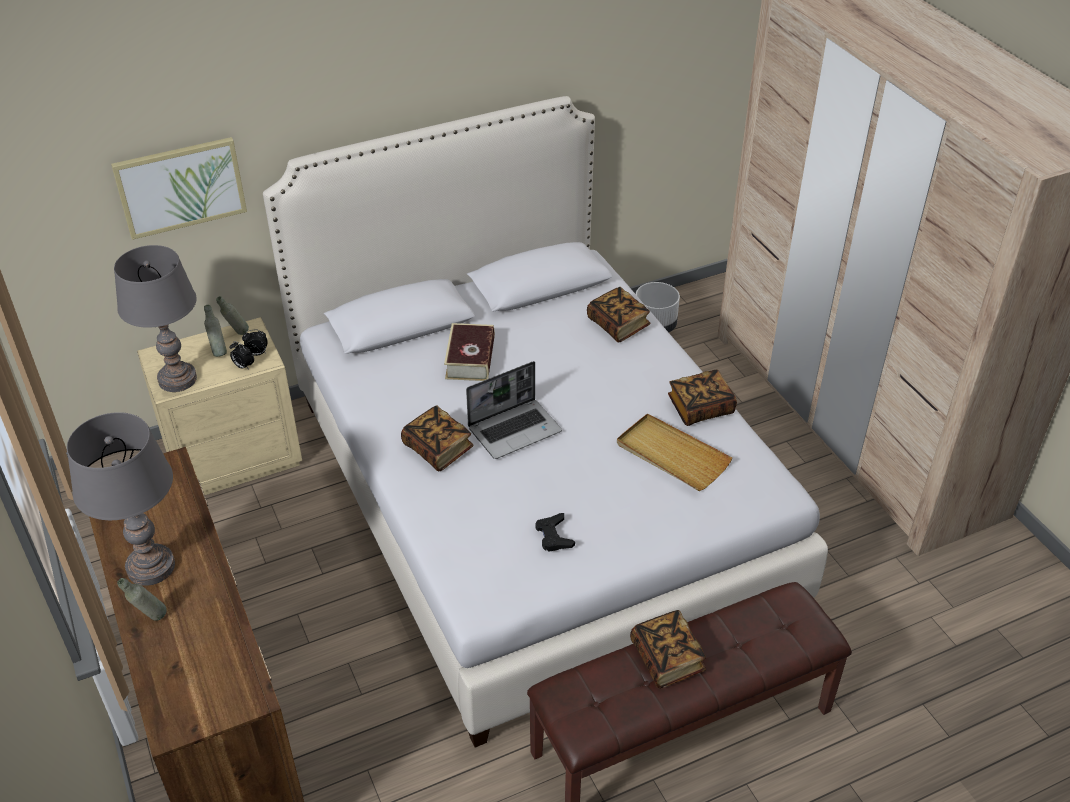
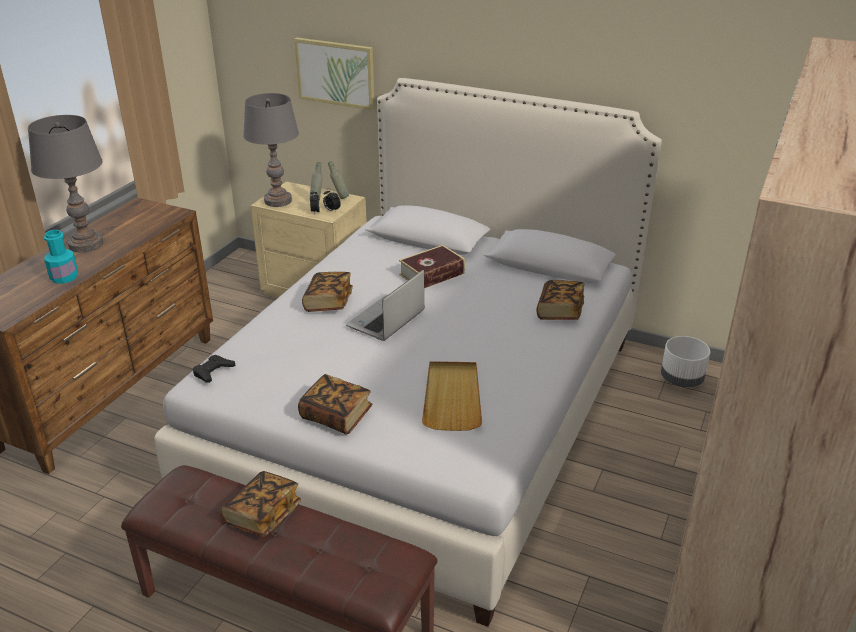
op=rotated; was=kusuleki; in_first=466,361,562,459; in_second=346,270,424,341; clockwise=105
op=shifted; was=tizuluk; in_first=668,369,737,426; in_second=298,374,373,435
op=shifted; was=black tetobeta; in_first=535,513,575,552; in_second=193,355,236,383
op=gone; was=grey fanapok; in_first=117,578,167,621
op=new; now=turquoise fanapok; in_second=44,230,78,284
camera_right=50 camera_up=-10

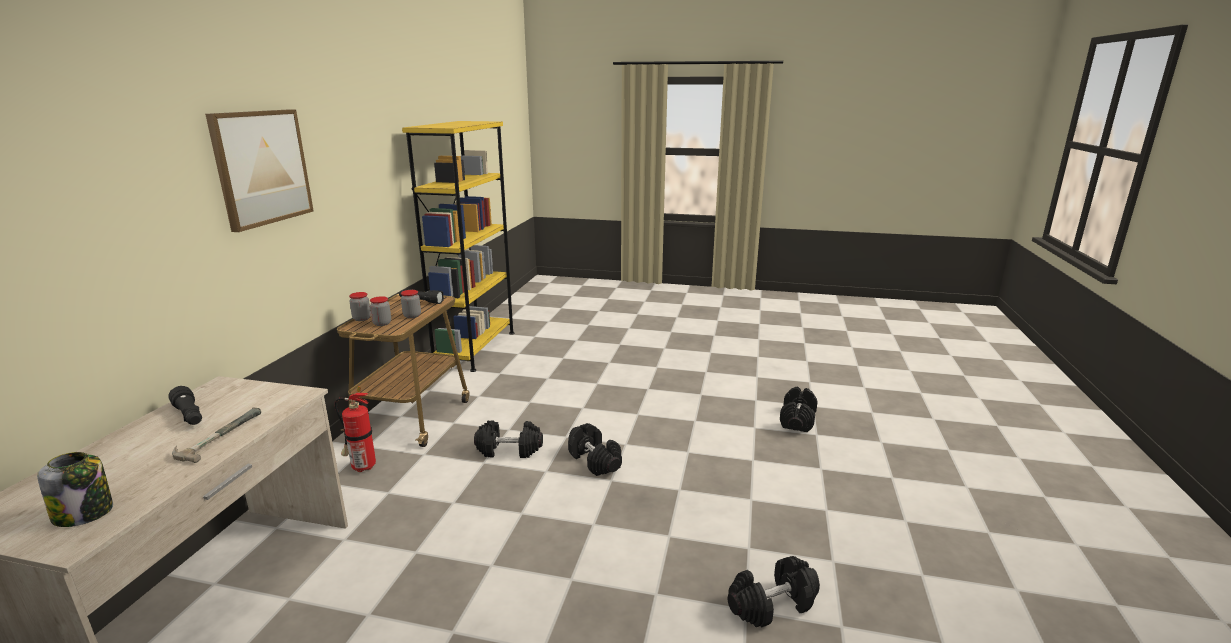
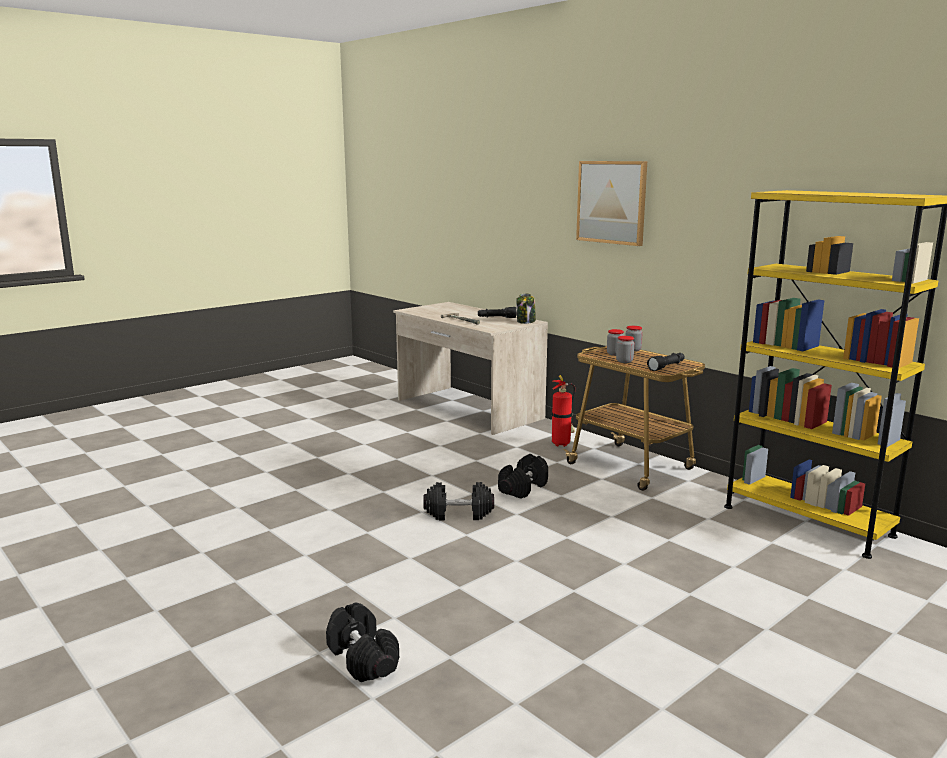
op=shifted; was=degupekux; in_first=37,452,113,527; in_second=516,293,536,324
op=gone; was=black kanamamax; in_first=727,556,820,627
camera_right=125 camera_up=-5

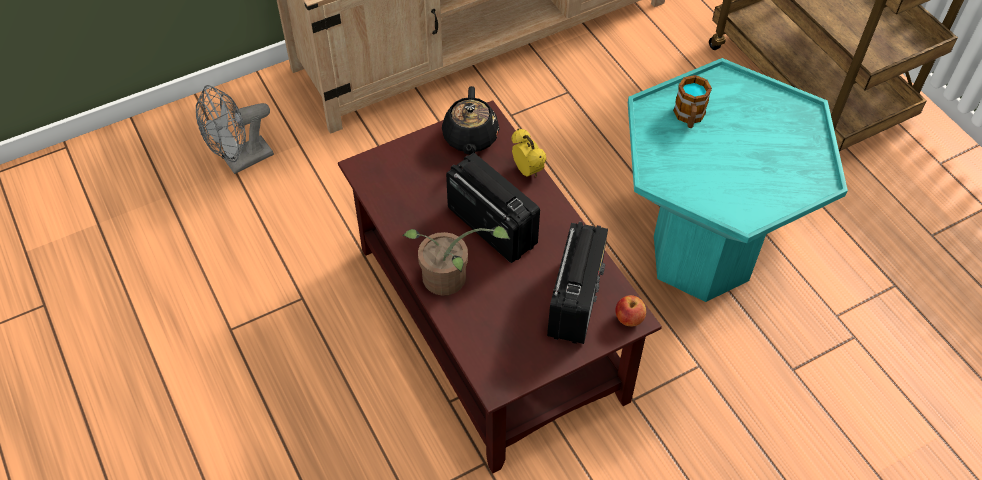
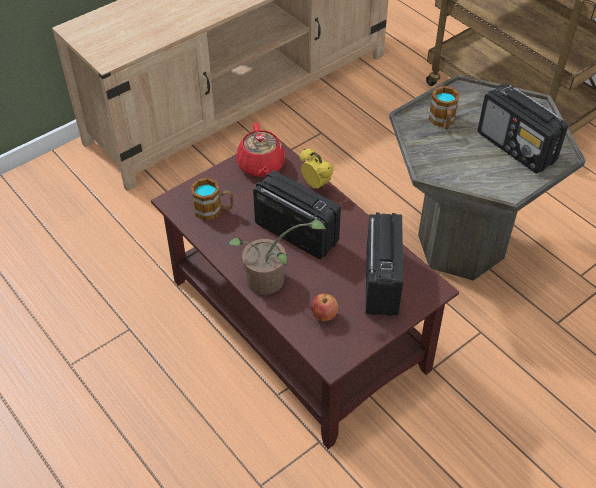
op=repainted; was=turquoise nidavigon; now=grey nidavigon; in_first=628,58,848,302; in_second=389,74,586,281
op=gone; was=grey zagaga; in_first=196,85,274,174
op=repainted; was=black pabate; now=red pabate; in_first=442,86,499,155; in_second=236,122,285,177
op=shifted; was=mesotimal; in_first=615,295,646,326; in_second=311,293,338,321
op=new; now=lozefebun; in_second=478,84,568,174
op=new; now=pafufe; in_second=191,178,233,220
camera_right=-10 camera_up=-5

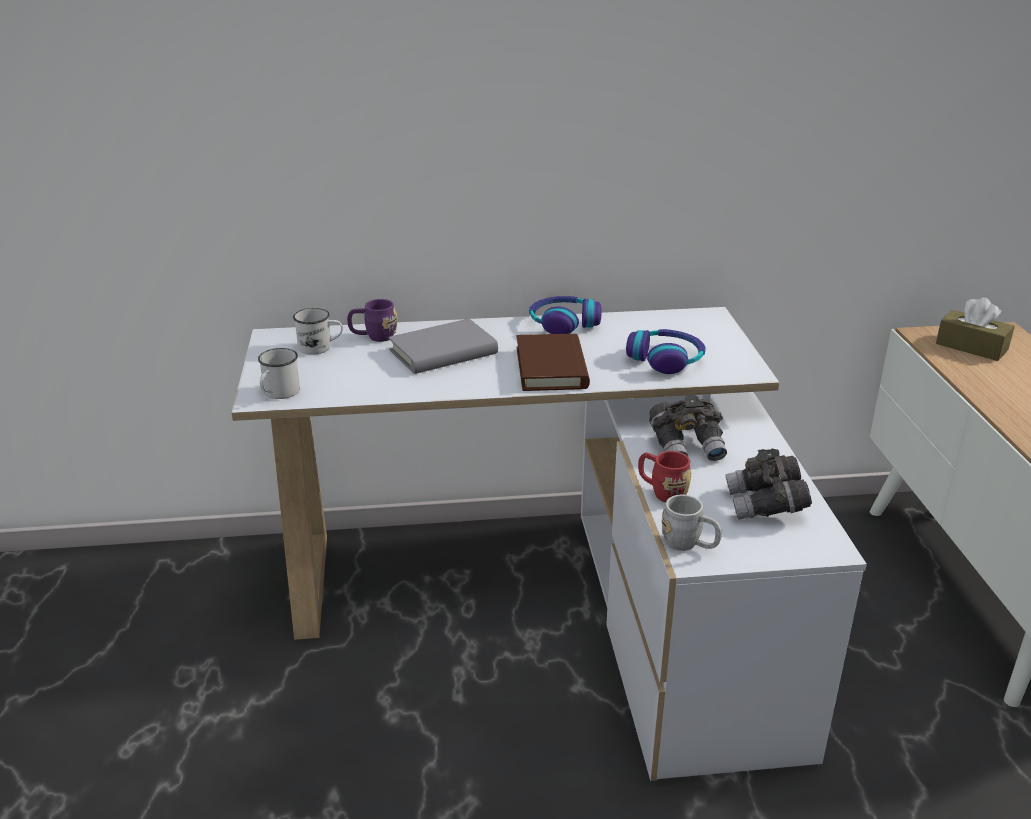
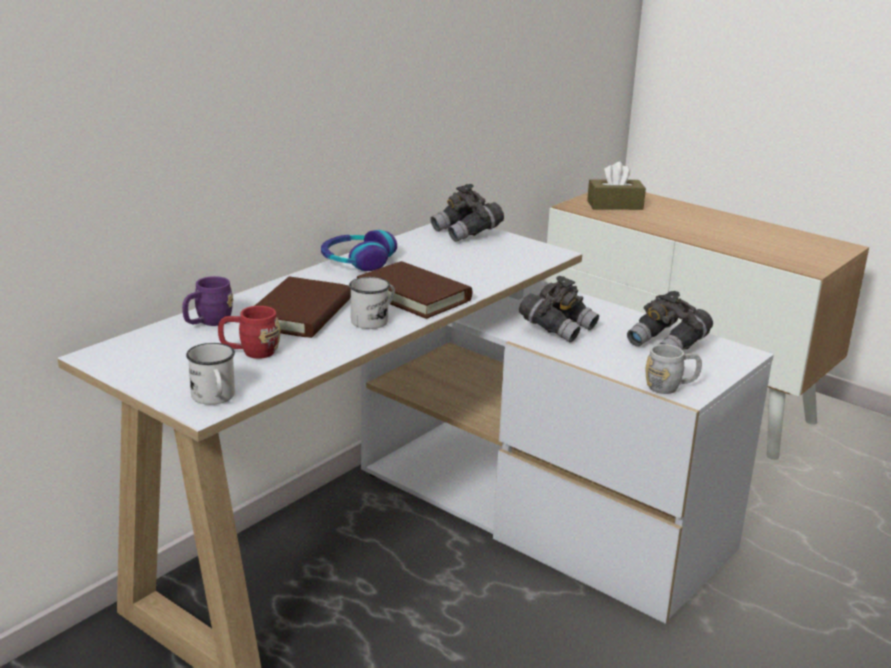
op=shifted; was=white pafufe; in_first=293,308,343,355; in_second=349,277,395,329
op=repainted; was=grey tizuluk; now=brown tizuluk; in_first=388,319,498,374; in_second=255,277,351,338
op=gone; was=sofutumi; in_first=626,329,706,374
op=shifted; was=red pafufe; in_first=638,451,692,502; in_second=218,306,280,359
op=new; now=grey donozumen; in_second=430,184,504,242
camera_right=-45 camera_up=-5

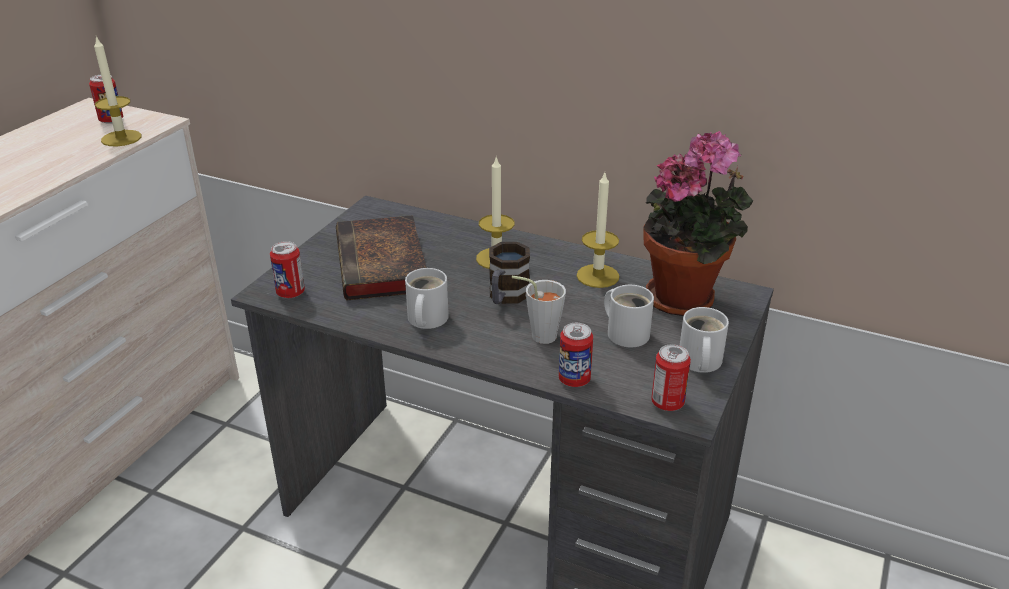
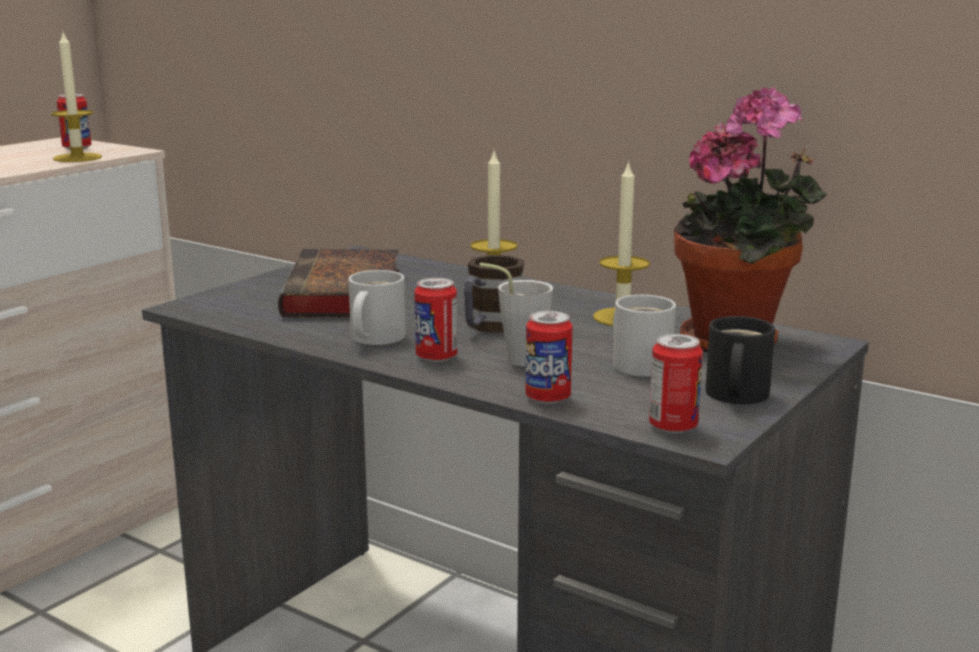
op=shifted; was=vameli; in_first=270,241,305,298; in_second=414,278,457,362
op=repainted; was=white pafufe; now=black pafufe; in_first=680,307,729,373; in_second=705,316,775,404
camera_right=10 camera_up=-15

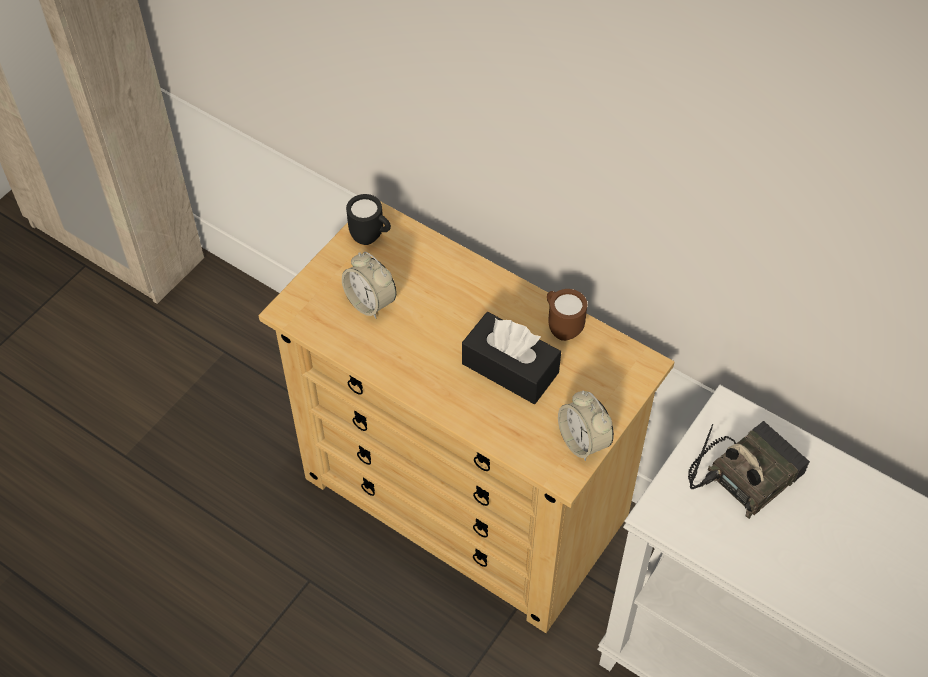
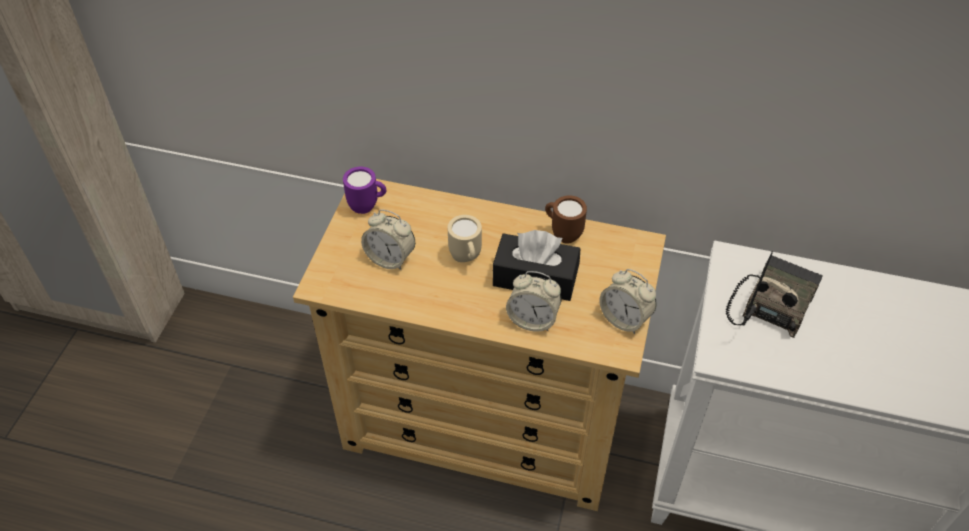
op=repainted; was=black pafufe; now=purple pafufe; in_first=346,194,391,245; in_second=343,167,386,214
op=new; now=beige pafufe; in_second=448,215,482,262
op=new; now=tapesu; in_second=506,271,561,332
camera_right=-20 camera_up=-5

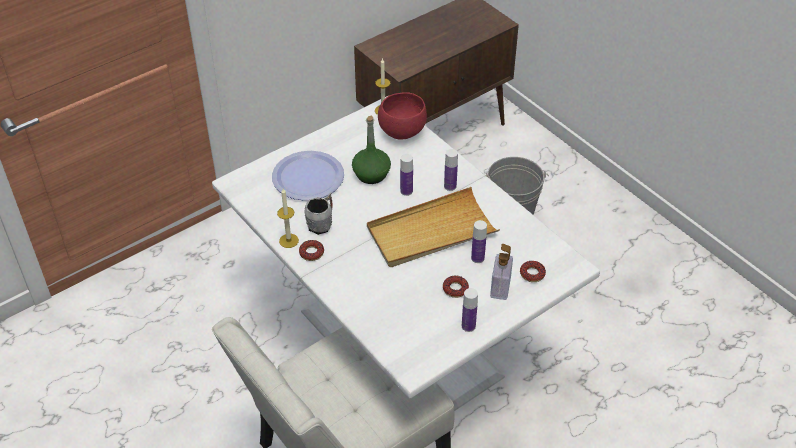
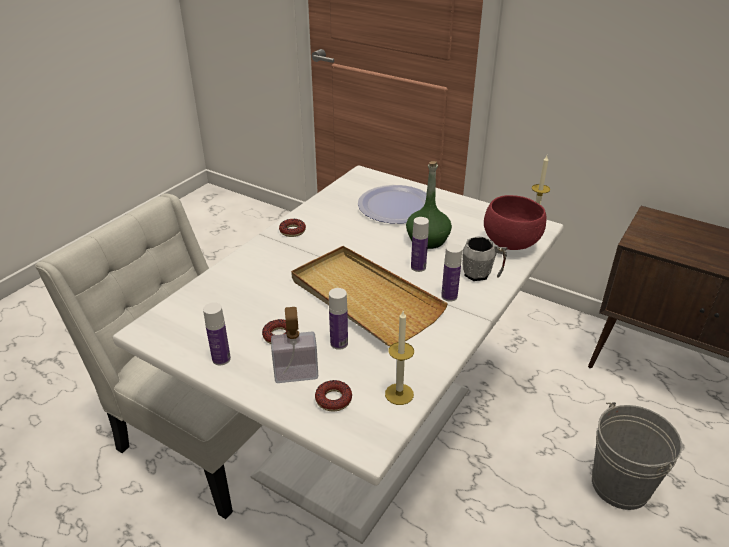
op=shifted; was=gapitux; in_first=277,189,299,248; in_second=385,311,414,405
op=shifted; was=grey pafufe; in_first=304,193,333,235; in_second=462,236,507,281
camera_right=70 camera_up=-10

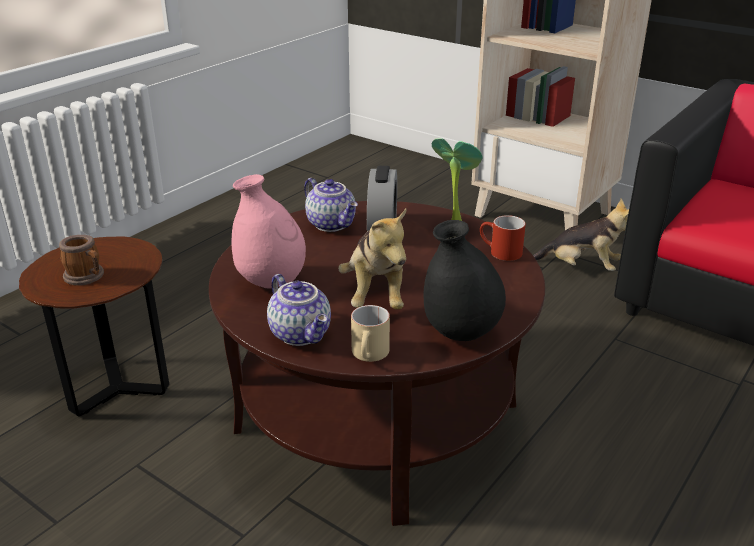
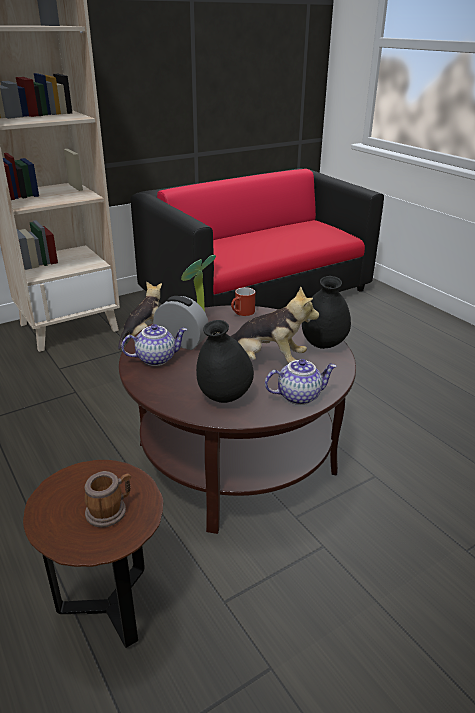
op=repainted; was=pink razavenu; now=black razavenu; in_first=231,174,306,288; in_second=196,320,254,403
op=gone; was=beige pafufe; in_first=351,305,390,362
camera_right=-70 camera_up=0

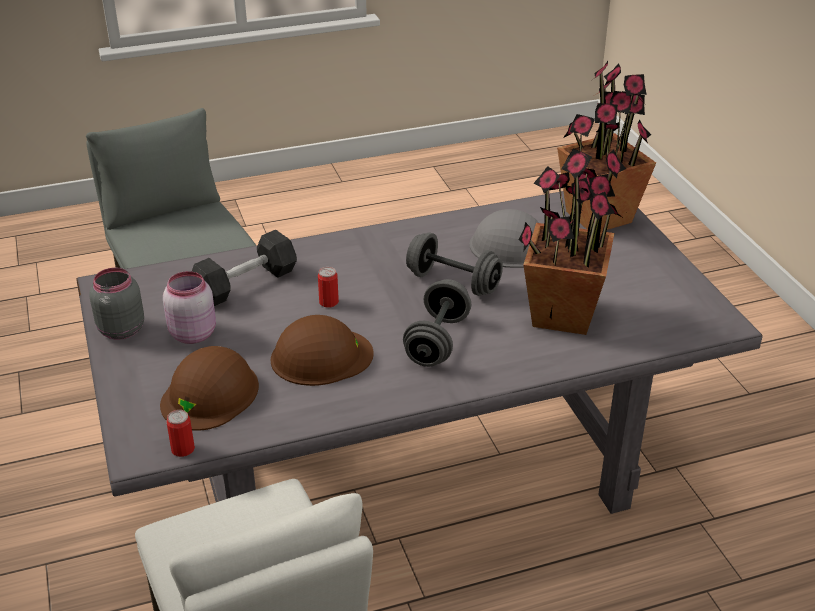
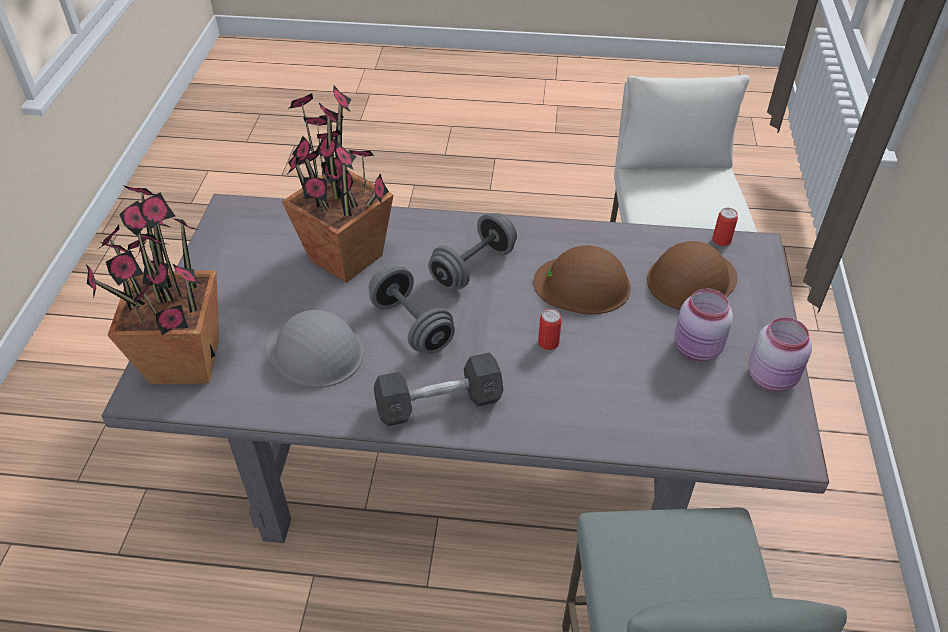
op=shifted; was=grey kanamamax; in_first=192,230,297,306; in_second=373,352,504,426
op=repainted; was=grey degupekux; now=pink degupekux; in_first=90,268,144,340; in_second=749,317,812,392
camera_right=-155 camera_up=10

